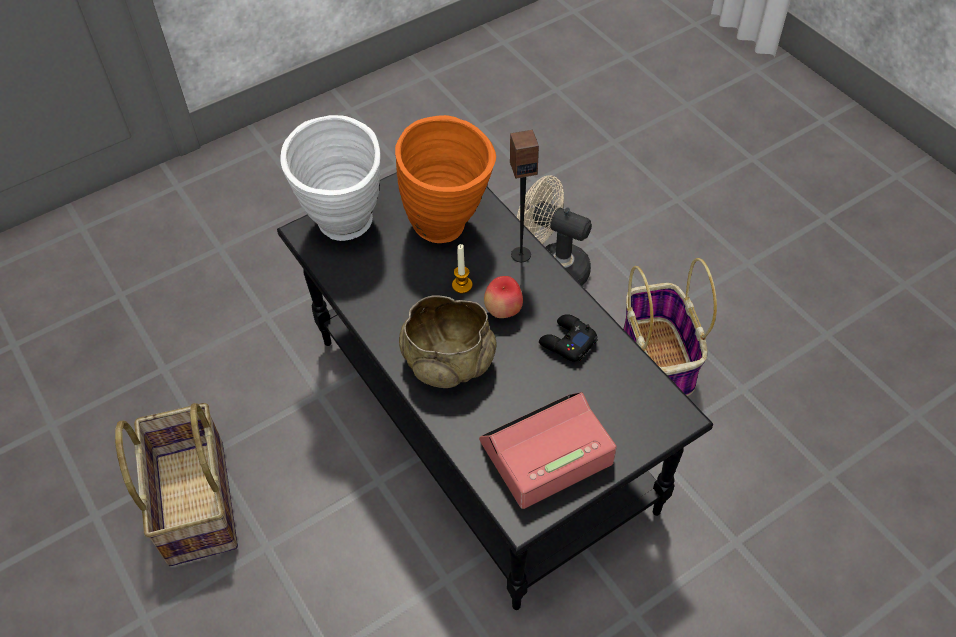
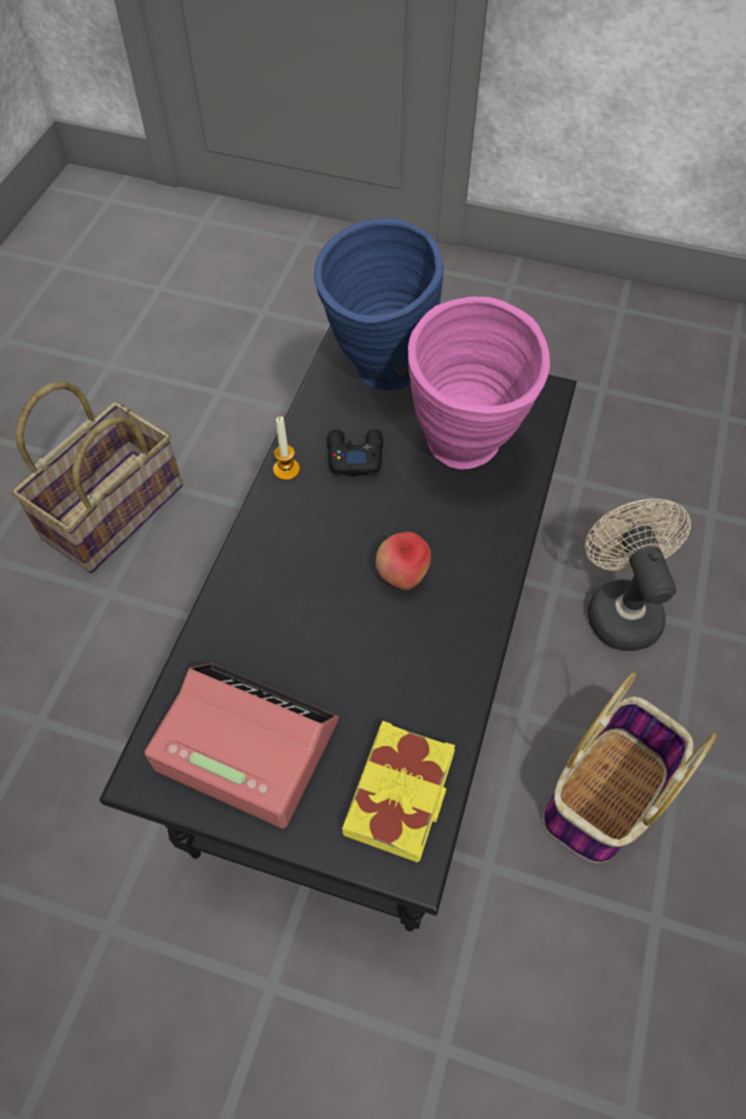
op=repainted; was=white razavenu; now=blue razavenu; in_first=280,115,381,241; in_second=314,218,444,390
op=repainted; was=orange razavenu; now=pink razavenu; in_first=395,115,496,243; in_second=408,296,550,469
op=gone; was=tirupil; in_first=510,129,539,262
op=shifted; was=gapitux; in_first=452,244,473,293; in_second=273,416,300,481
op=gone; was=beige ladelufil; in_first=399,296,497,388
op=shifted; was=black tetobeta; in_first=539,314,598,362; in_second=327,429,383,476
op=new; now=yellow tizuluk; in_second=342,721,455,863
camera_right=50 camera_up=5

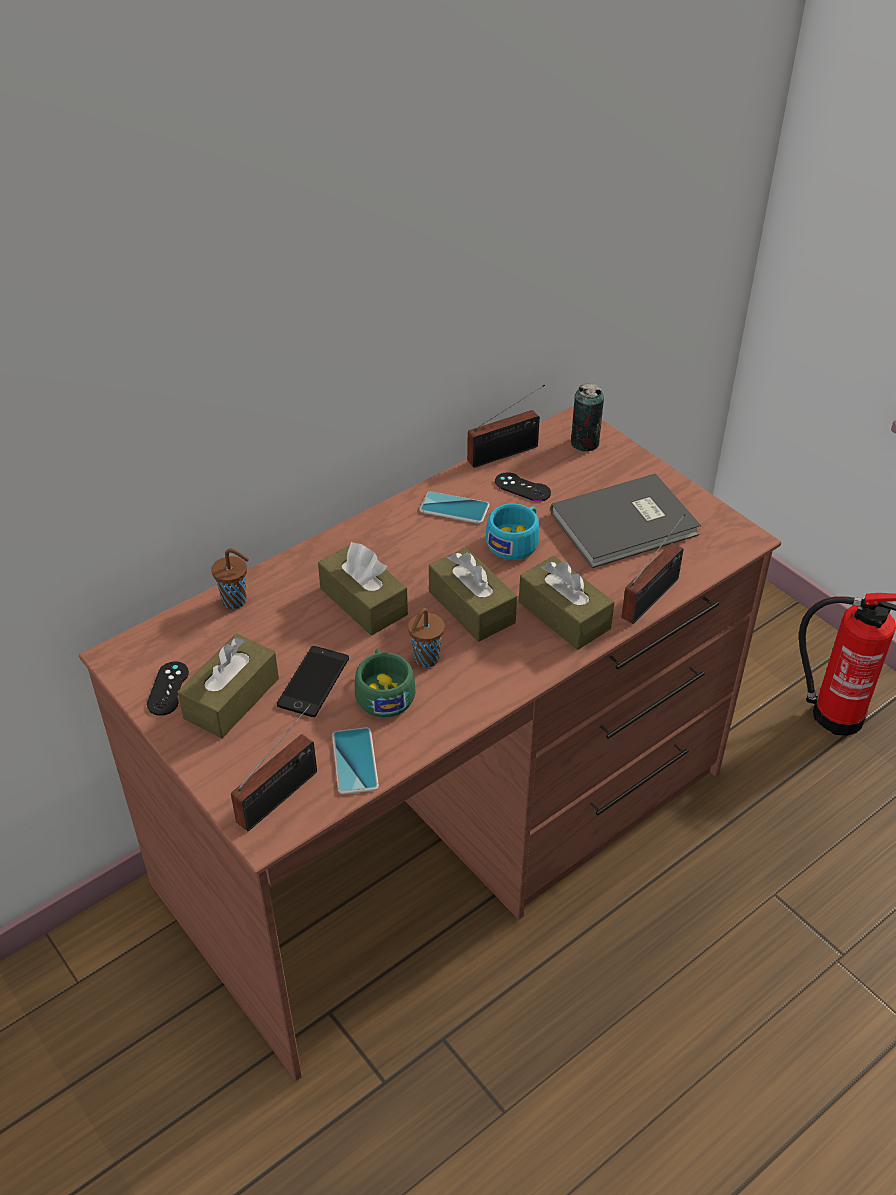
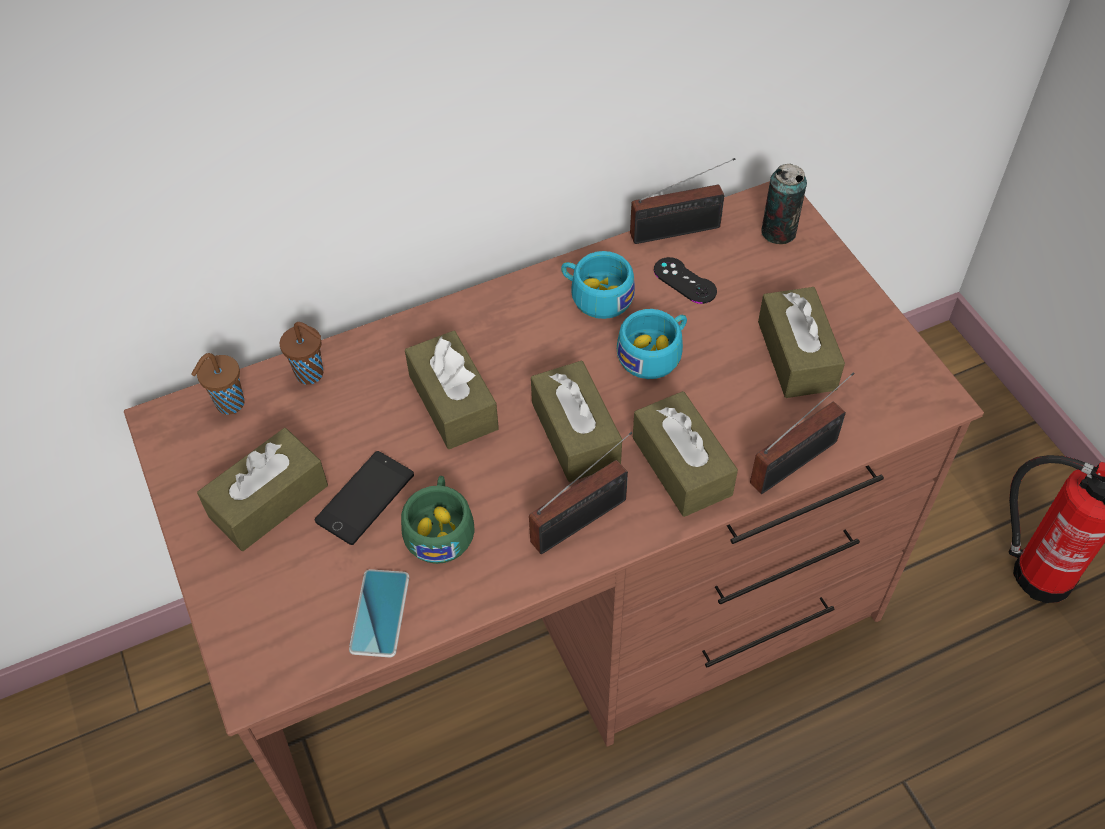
op=swapped; was=grey tizuluk; now=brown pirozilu; in_first=551,473,701,568; in_second=758,287,845,398
op=swapped; was=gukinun; now=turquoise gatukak; in_first=420,491,490,524; in_second=561,251,635,319
op=shifted; was=brown gatukak; in_first=408,608,445,668; in_second=191,353,244,415
op=gone; was=black tetobeta; in_first=147,661,189,716
op=shifted; was=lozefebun; in_first=231,703,317,832; in_second=529,432,632,554
camera_right=15 camera_up=10

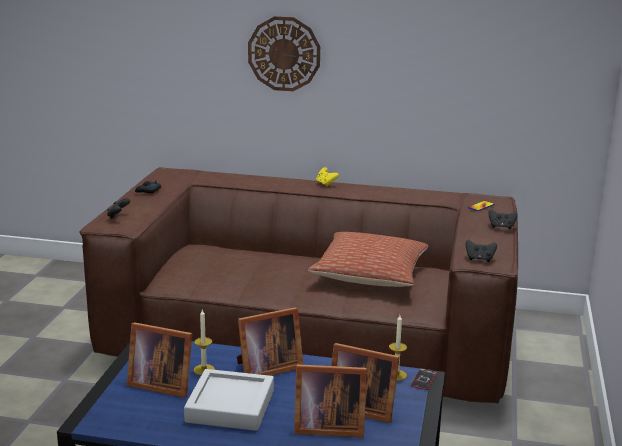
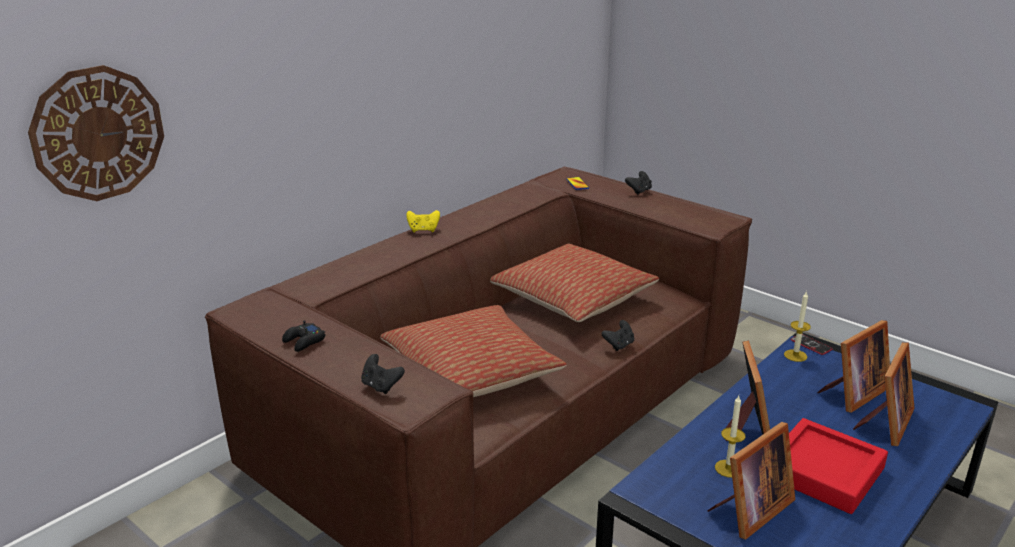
op=shifted; was=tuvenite; in_first=248,16,320,91; in_second=28,65,164,201
op=shifted; was=black tetobeta; in_first=465,240,497,262; in_second=602,320,634,351
op=repainted; was=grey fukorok; now=red fukorok; in_first=184,369,274,431; in_second=789,418,888,514
op=new; now=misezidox; in_second=380,305,567,397
camera_right=-60 camera_up=5

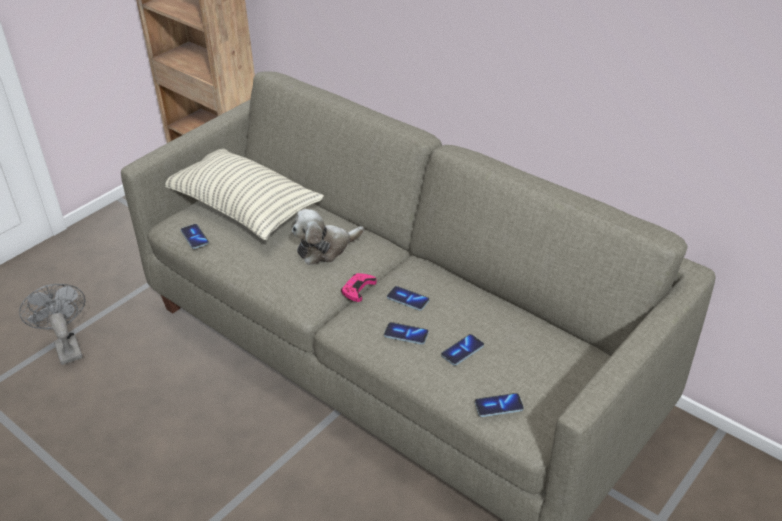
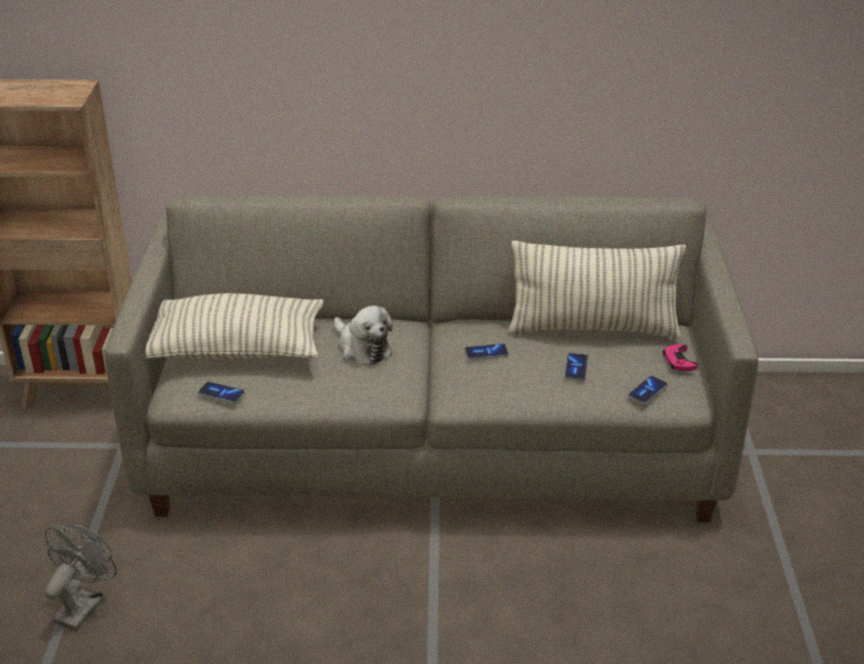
op=rotated; was=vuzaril; in_first=292,209,364,265; in_second=334,306,393,365; clockwise=-60
op=shifted; was=pink tetobeta; in_first=341,273,377,302; in_second=663,344,698,371
op=rotated; was=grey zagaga; in_first=19,284,85,365; in_second=44,524,117,631; clockwise=90
op=gone; was=gukinun; in_first=384,322,429,345
op=new; now=misezidox; in_second=507,241,686,339
camera_right=-40 camera_up=-5

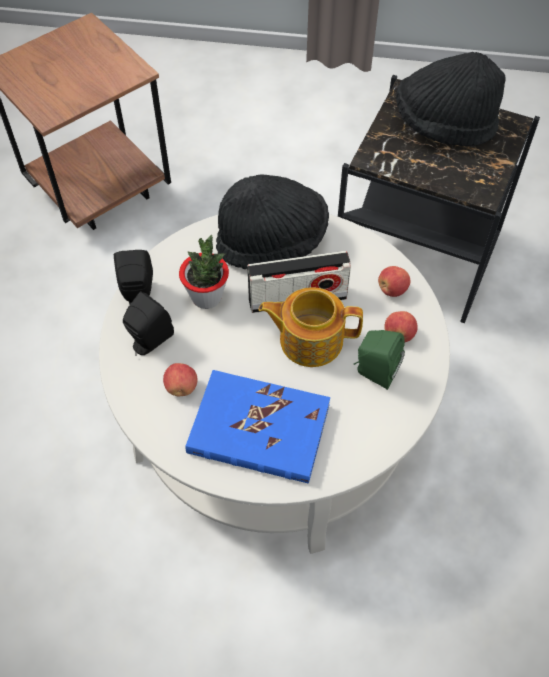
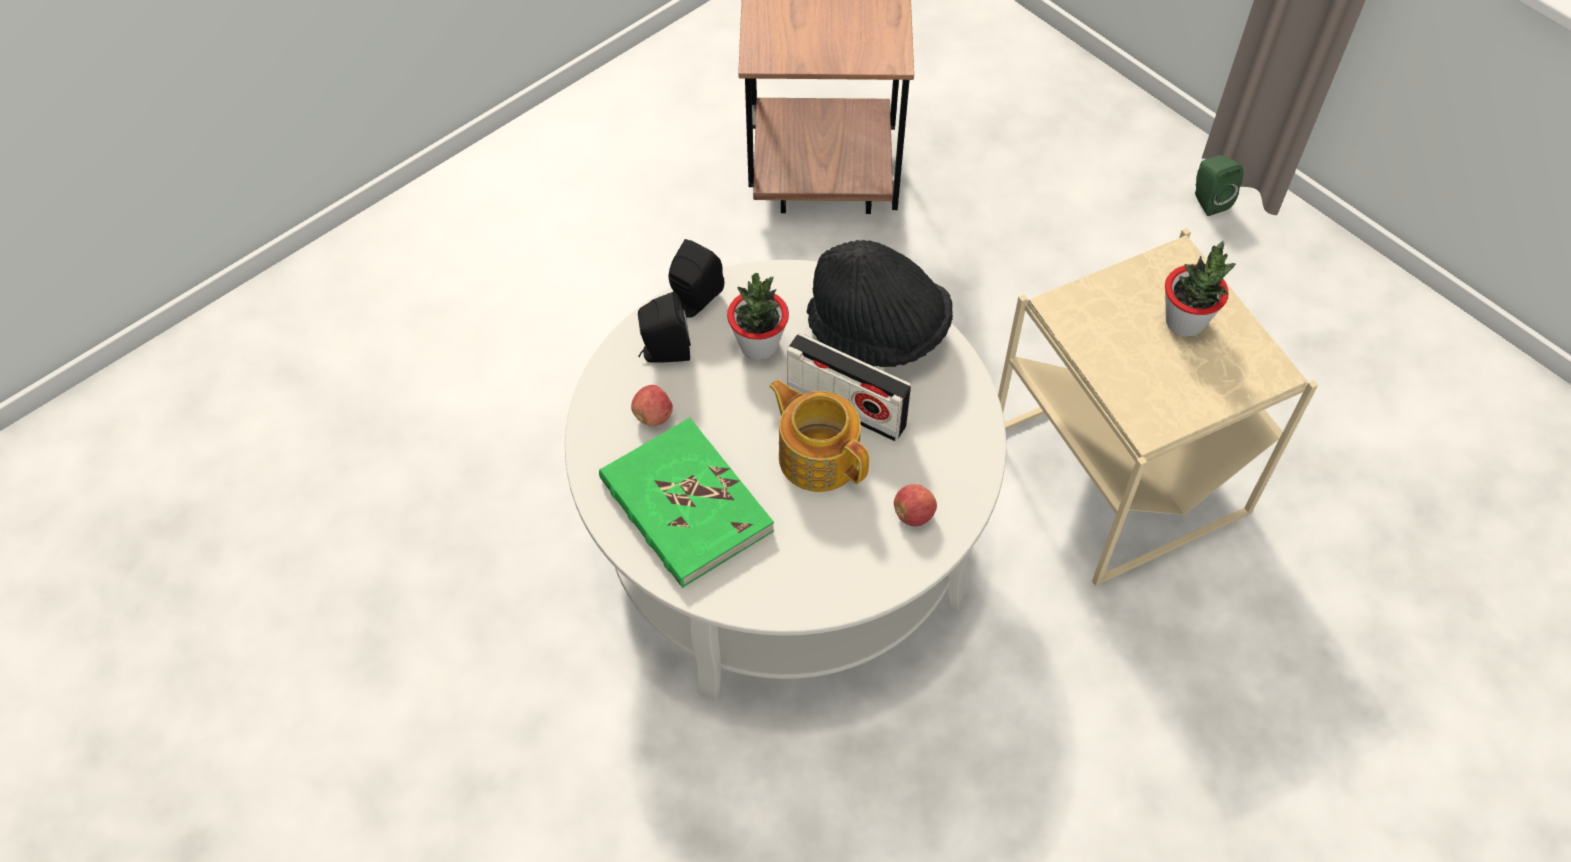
op=swapped; was=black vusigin; now=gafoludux; in_first=396,52,505,146; in_second=1165,241,1236,337
op=repainted; was=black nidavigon; now=beige nidavigon; in_first=338,75,540,323; in_second=998,228,1318,586
op=gone; was=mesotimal; in_first=378,266,410,297
op=shifted; was=green tirupil; in_first=354,330,405,390; in_second=1195,155,1243,216
op=repainted; was=blue tizuluk; now=green tizuluk; in_first=185,370,330,484; in_second=599,418,774,588
camera_right=40 camera_up=0

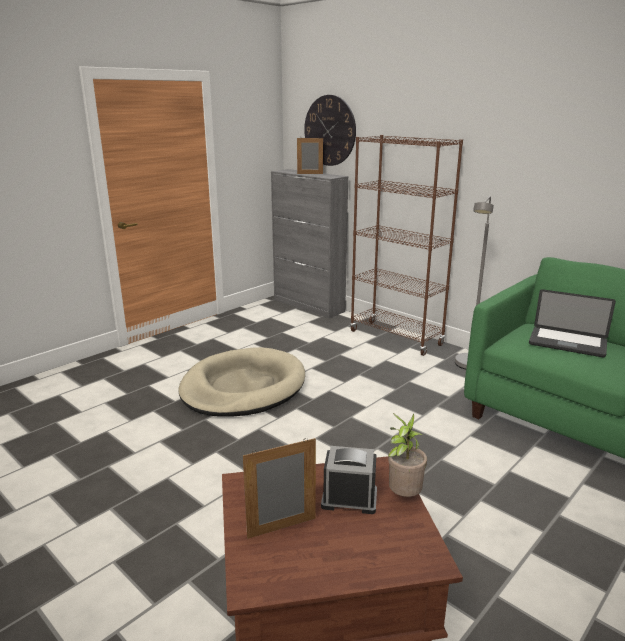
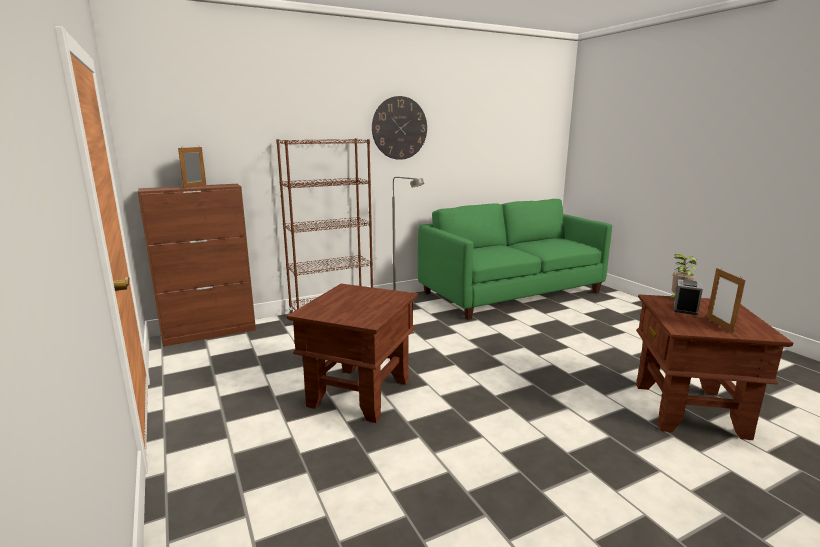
op=shifted; was=tuvenite; in_first=304,95,356,166; in_second=372,96,427,160
op=repainted; was=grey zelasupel; now=brown zelasupel; in_first=271,169,348,318; in_second=138,184,256,347
op=gone; was=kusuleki; in_first=529,289,616,357
op=swapped; was=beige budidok; now=brown nidavigon; in_first=178,347,305,417; in_second=286,284,418,423
camera_right=-70 camera_up=-5

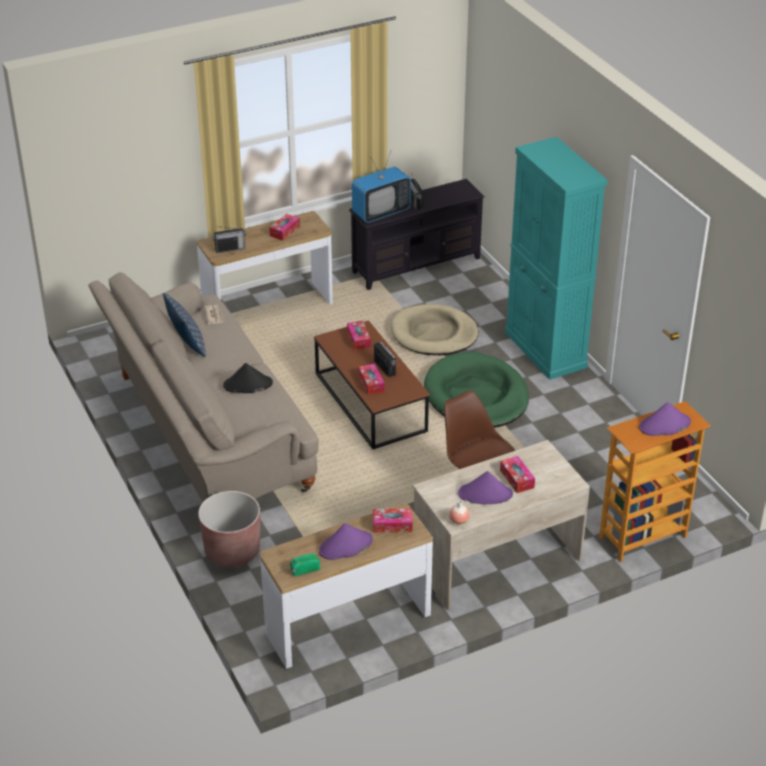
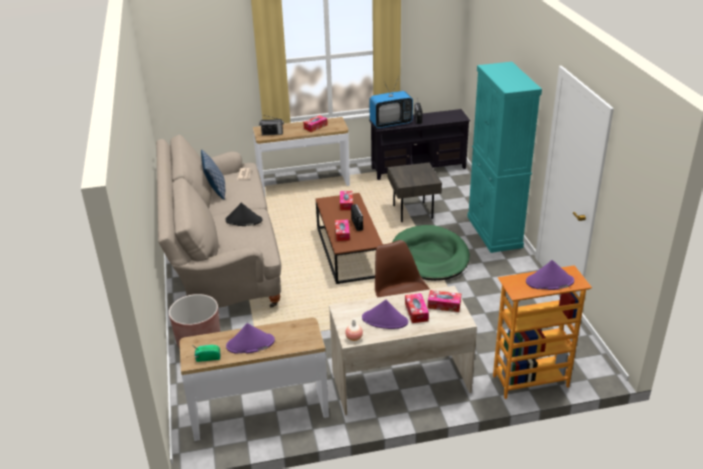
op=swapped; was=beige budidok; now=grey nidavigon; in_first=391,304,479,355; in_second=387,162,442,222
op=shifted; was=pirozilu; in_first=373,508,412,533; in_second=428,290,461,312
camera_right=15 camera_up=-5

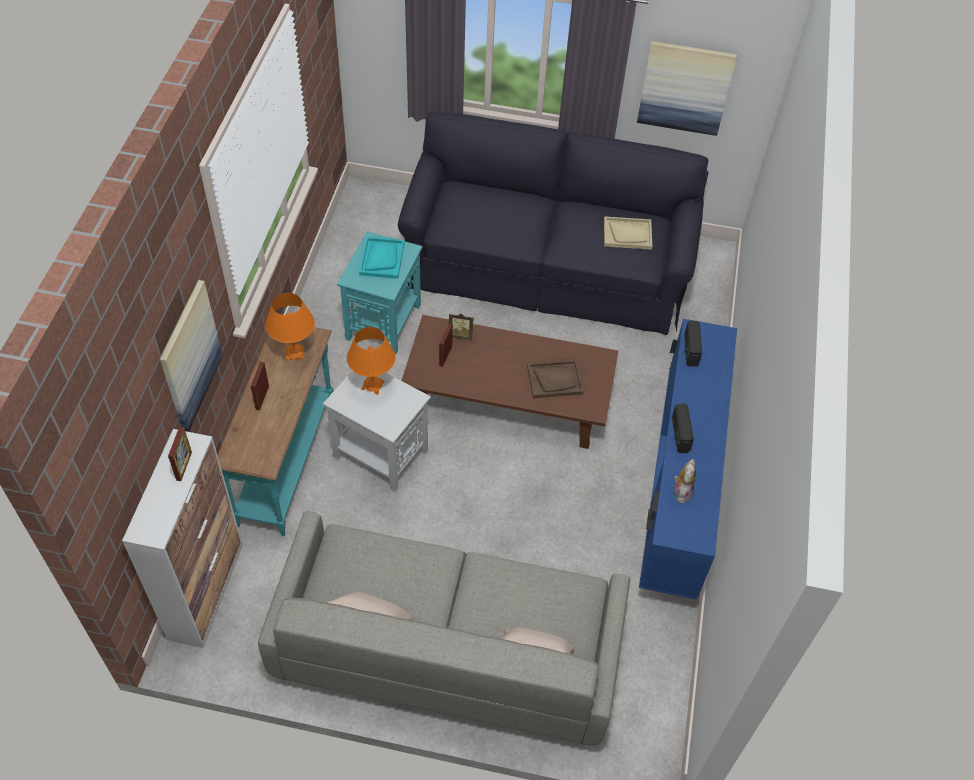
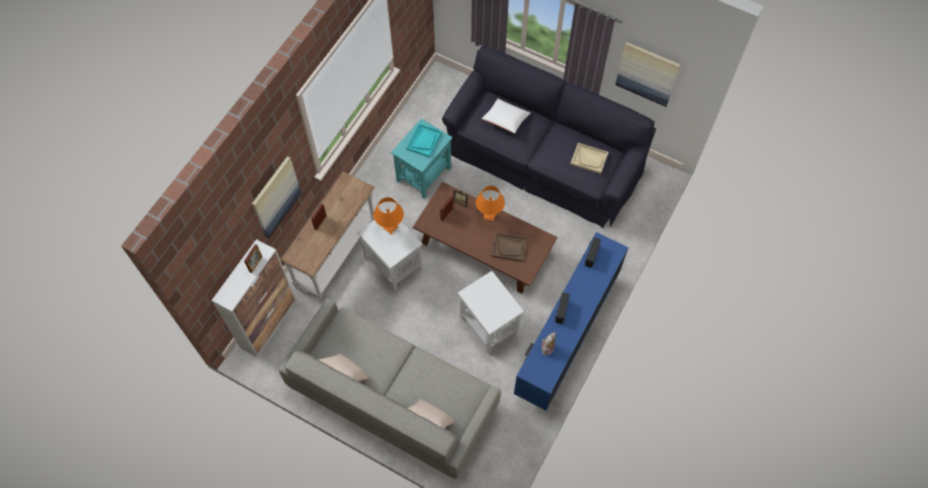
op=shifted; was=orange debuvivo; in_first=265,293,315,361; in_second=476,186,505,221
op=repainted; was=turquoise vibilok; now=white vibilok; in_first=218,327,333,536; in_second=281,172,375,302
op=new; now=white misezidox; in_second=482,99,530,134
op=new; now=white nidavigon; in_second=458,271,524,354
camera_right=20 camera_up=10

